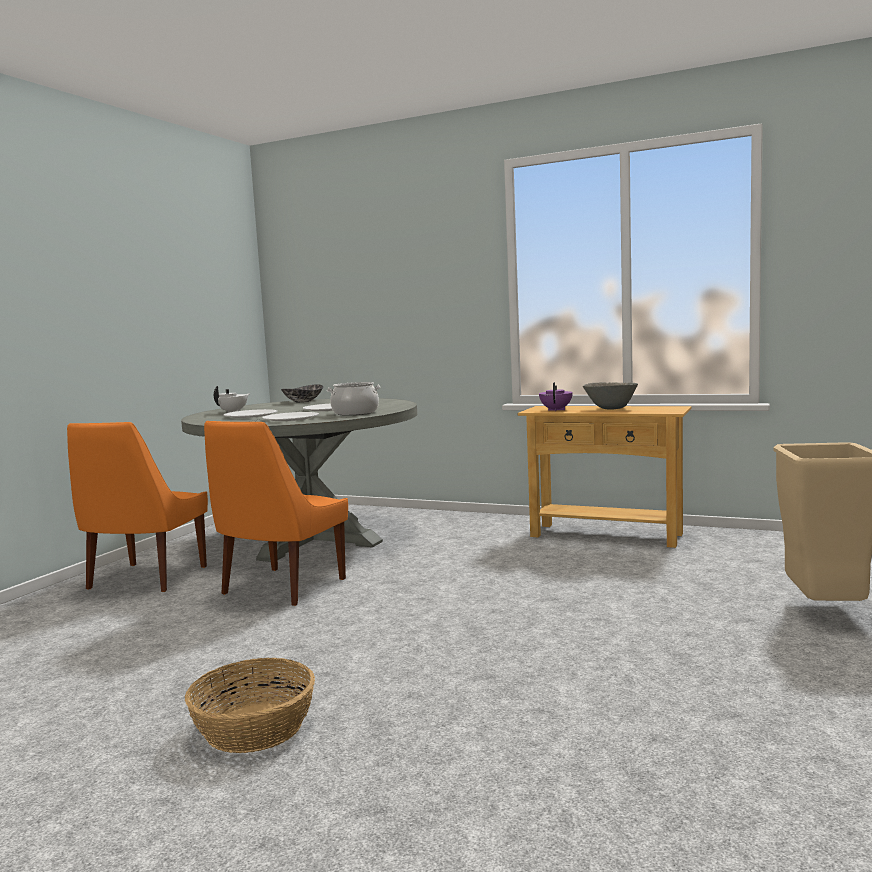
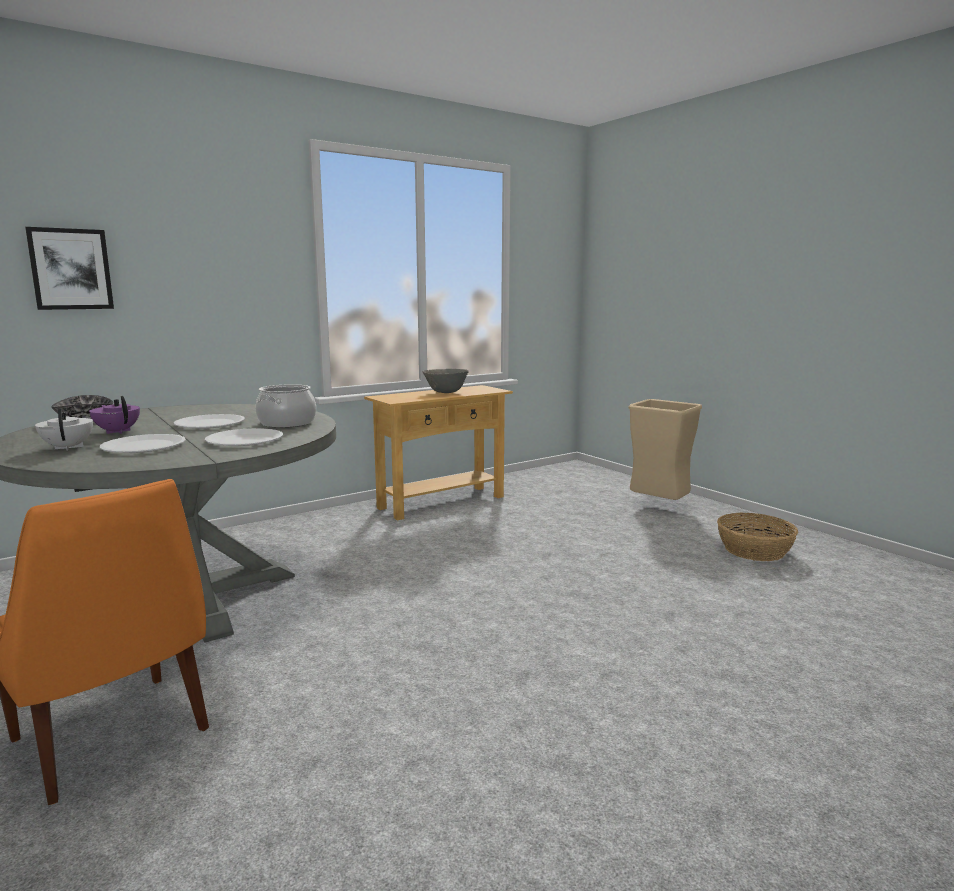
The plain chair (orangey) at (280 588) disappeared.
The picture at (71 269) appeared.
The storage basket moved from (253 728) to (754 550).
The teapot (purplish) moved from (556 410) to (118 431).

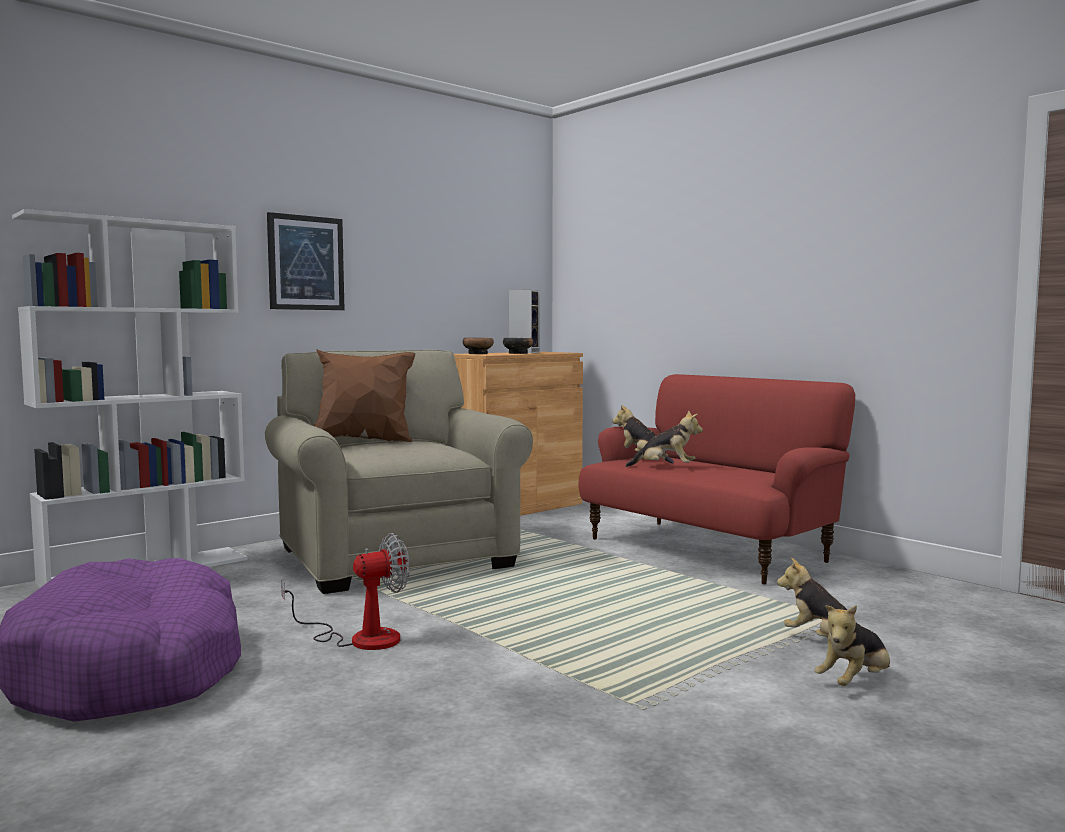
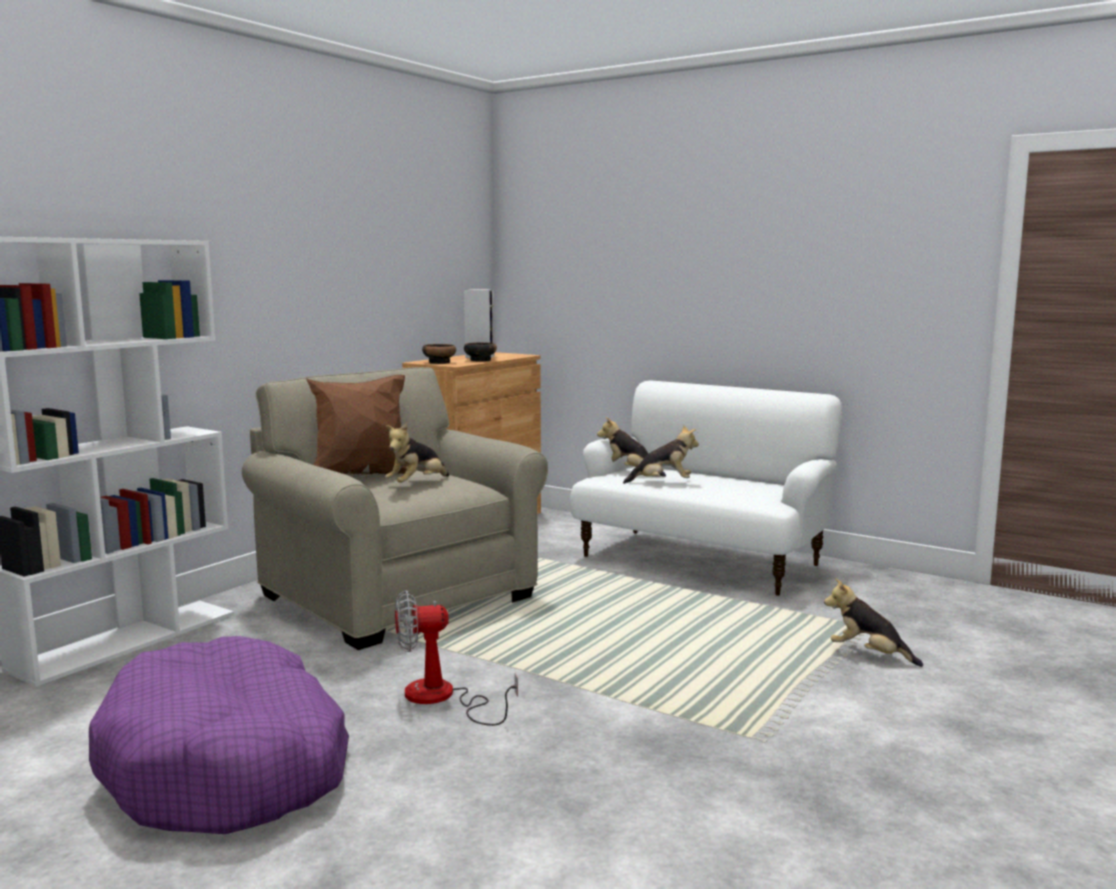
The picture at (306 263) disappeared.
The cuddly toy moved from (855 682) to (417 484).
The couch (red-coloured) at (707 549) became the couch (white-coloured) at (701 559).
The fan at (360 638) turned 150 degrees counterclockwise.

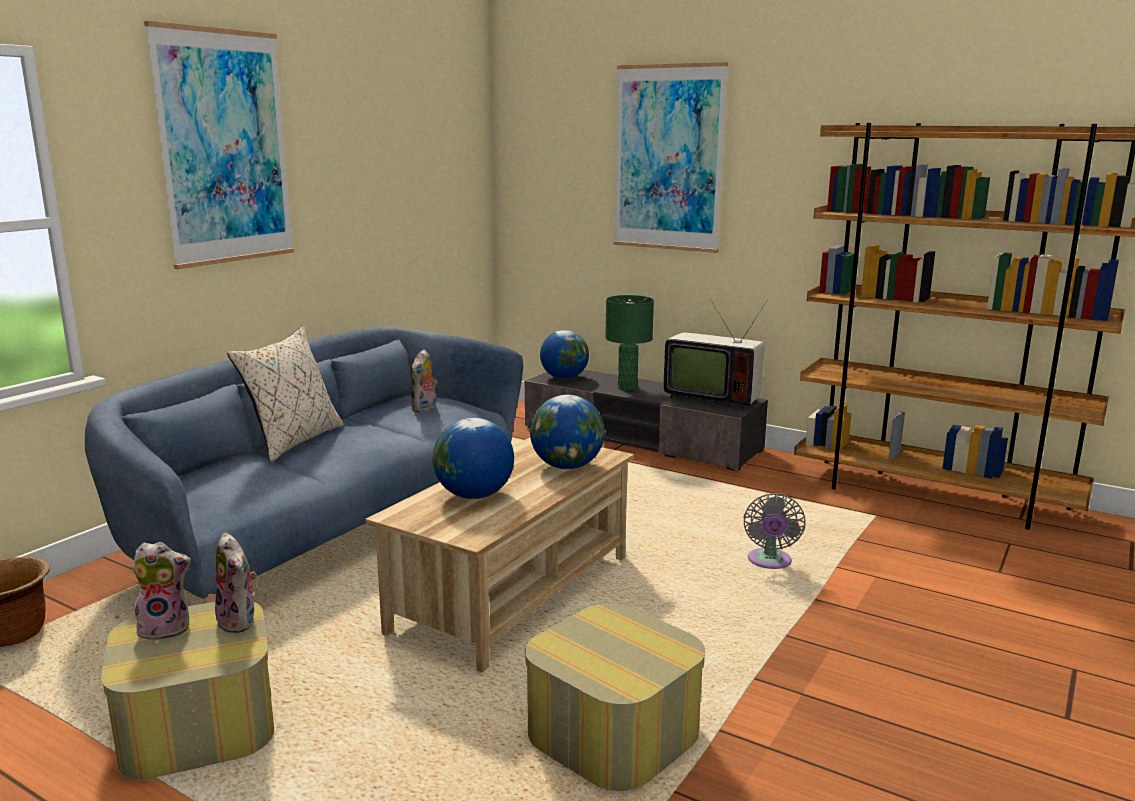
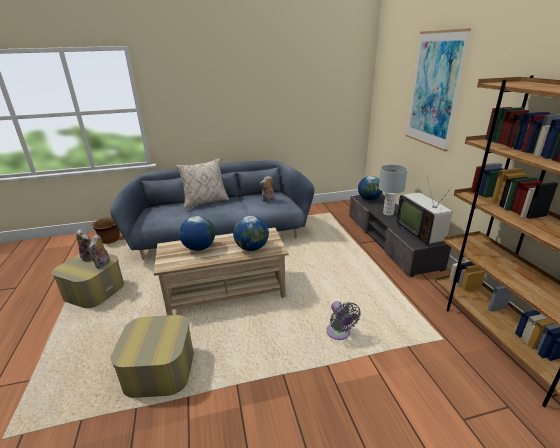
The picture at (224 148) disappeared.
The tabletop lamp (greenish) at (627 388) became the tabletop lamp (greyish) at (388 213).
The fan (greyish) at (769 563) turned 75 degrees counterclockwise.

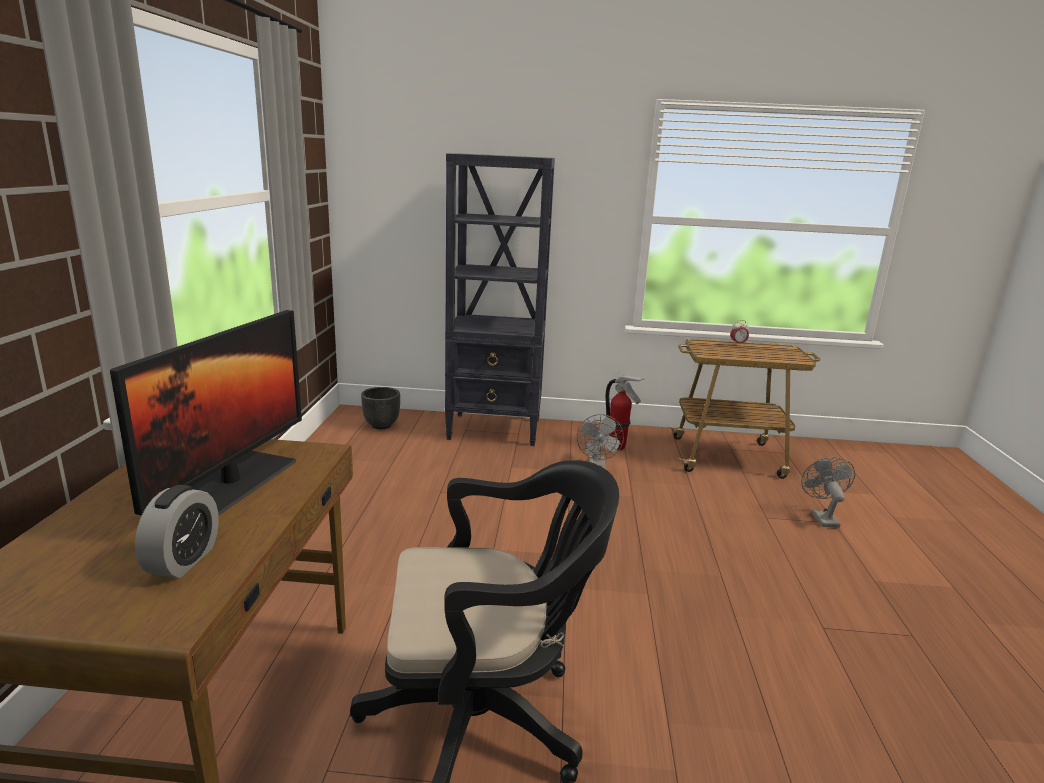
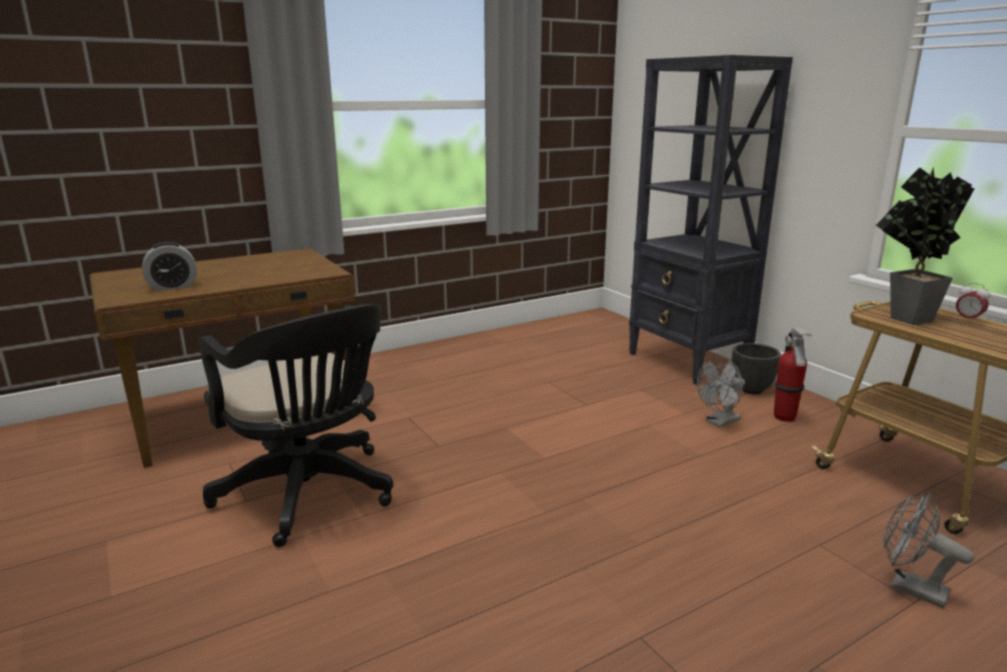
The monitor at (233 483) disappeared.
The houseplant at (904 319) appeared.
The plant pot (blackish) moved from (382 425) to (751 389).
The fan (greyish) at (822 517) turned 105 degrees counterclockwise.

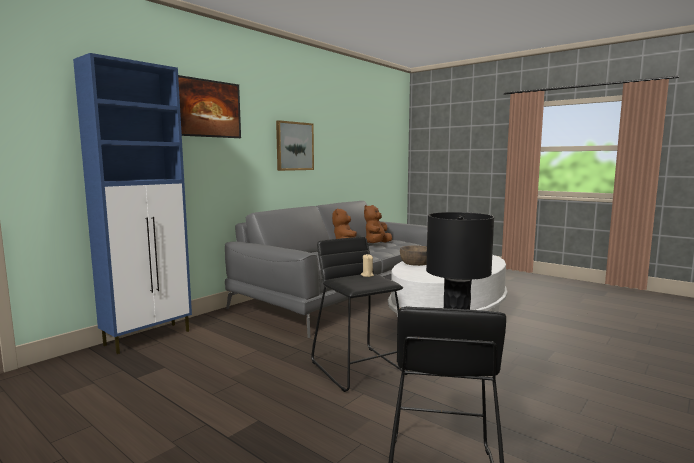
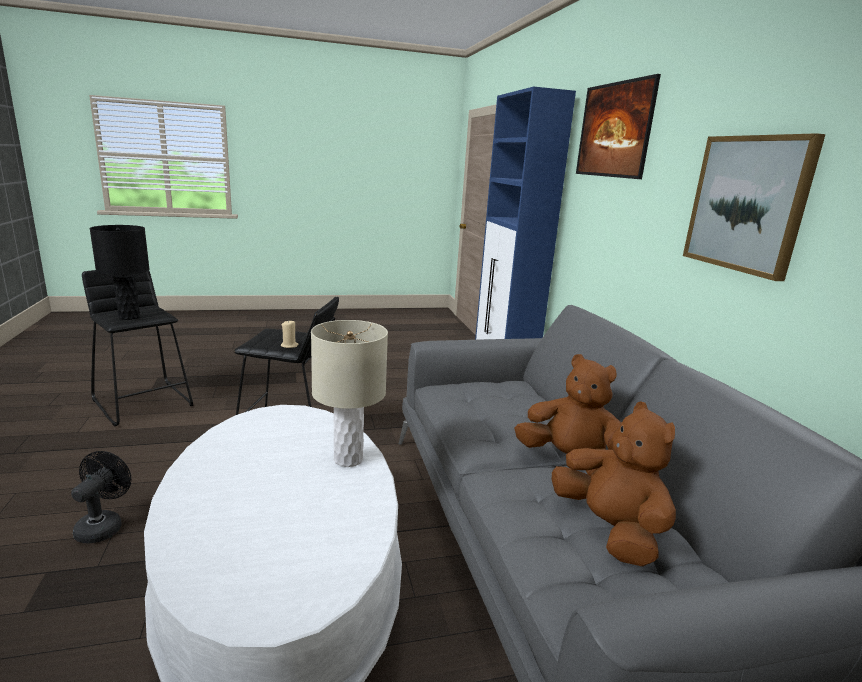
The fan (blackish) at (103 526) appeared.
The serving bowl (brown) at (416 262) was replaced by the tabletop lamp (beige) at (348 459).

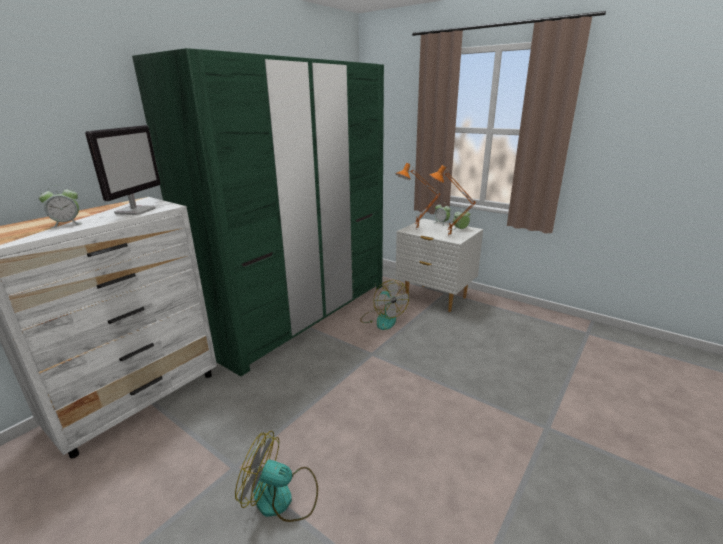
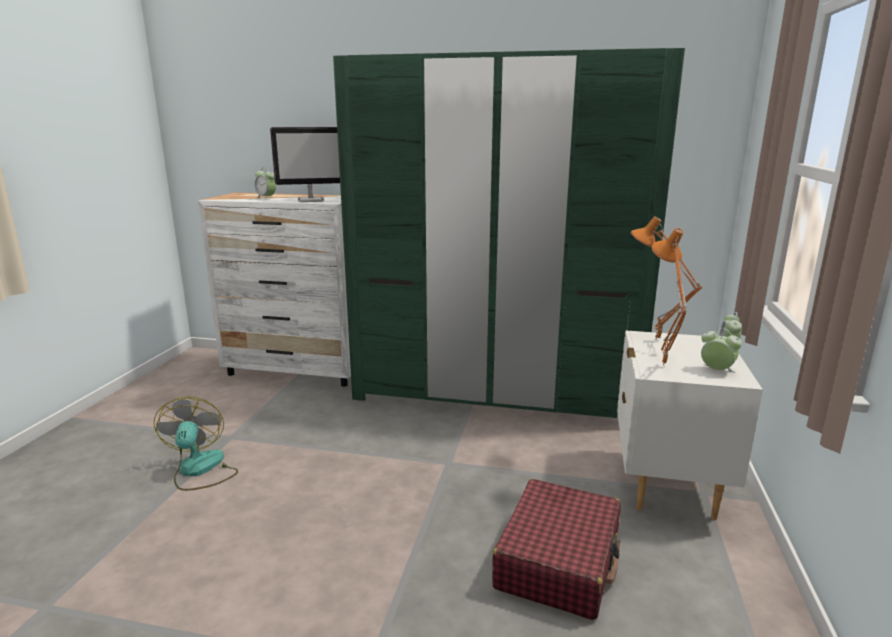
The fan at (383 319) disappeared.
The travel case (red-coloured) at (559 561) appeared.

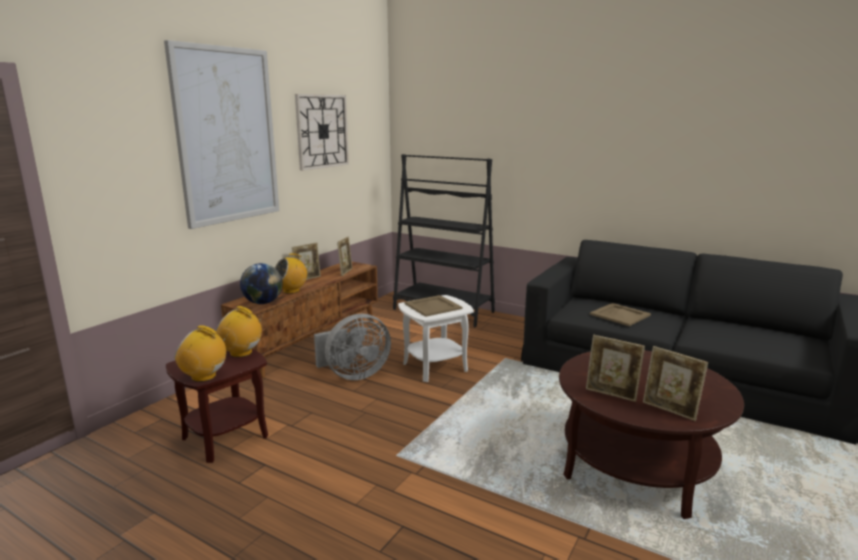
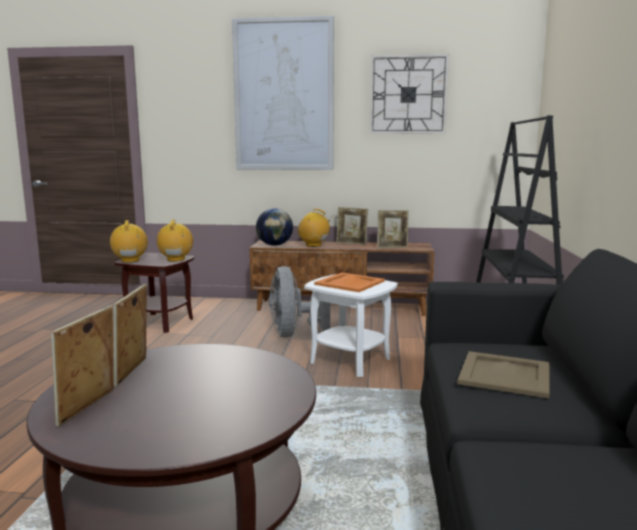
The serving tray (beige) at (433 306) became the serving tray (orangey) at (350 283).
The fan (greyish) at (353 375) turned 45 degrees clockwise.

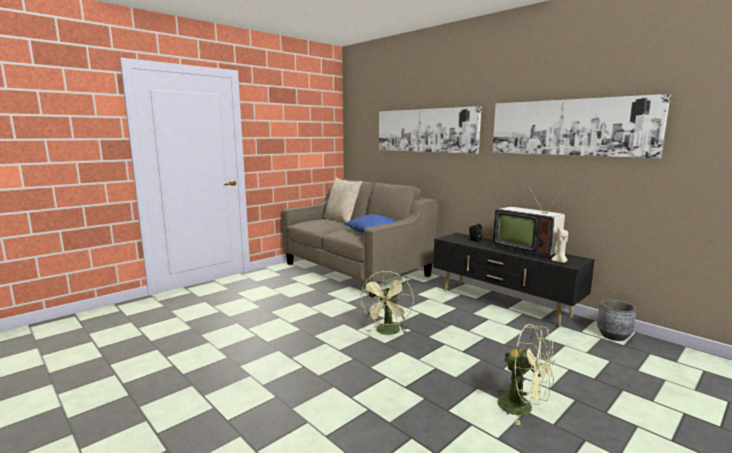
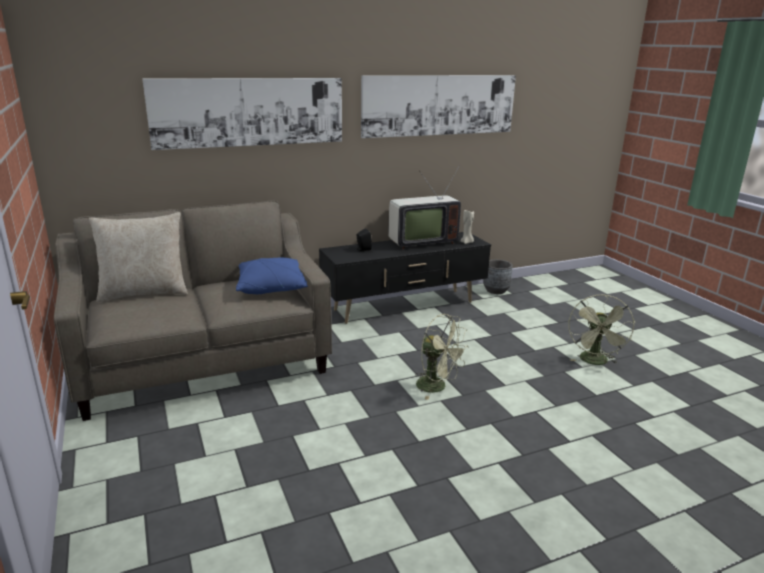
The fan (greenish) at (523 408) turned 135 degrees clockwise.

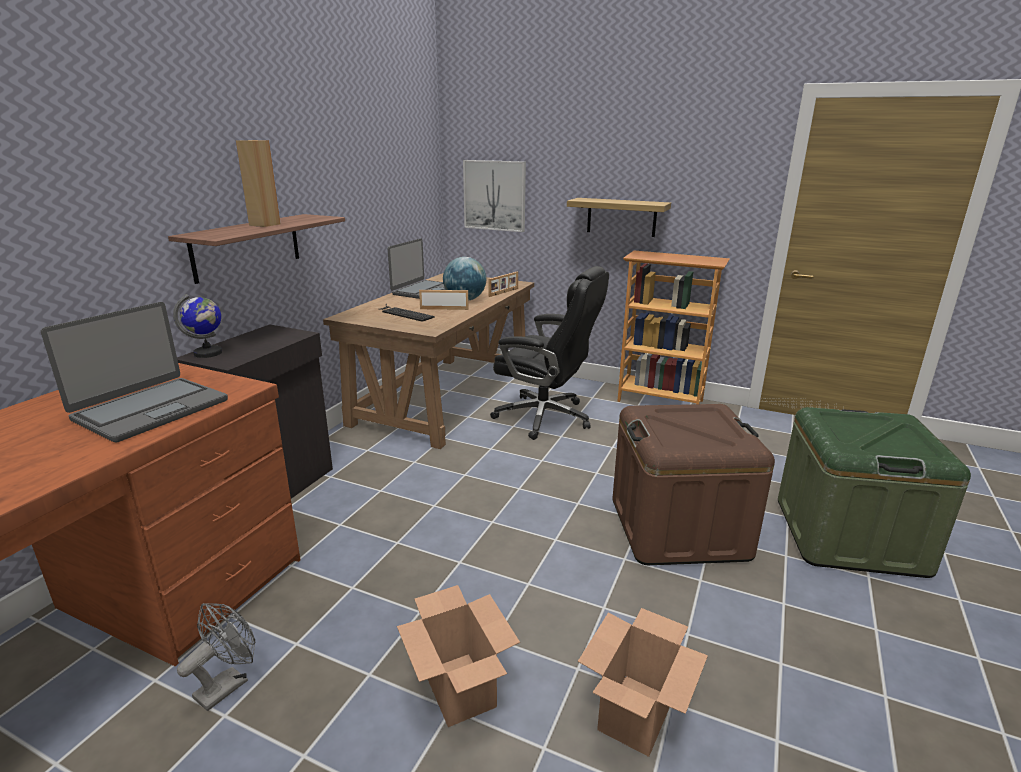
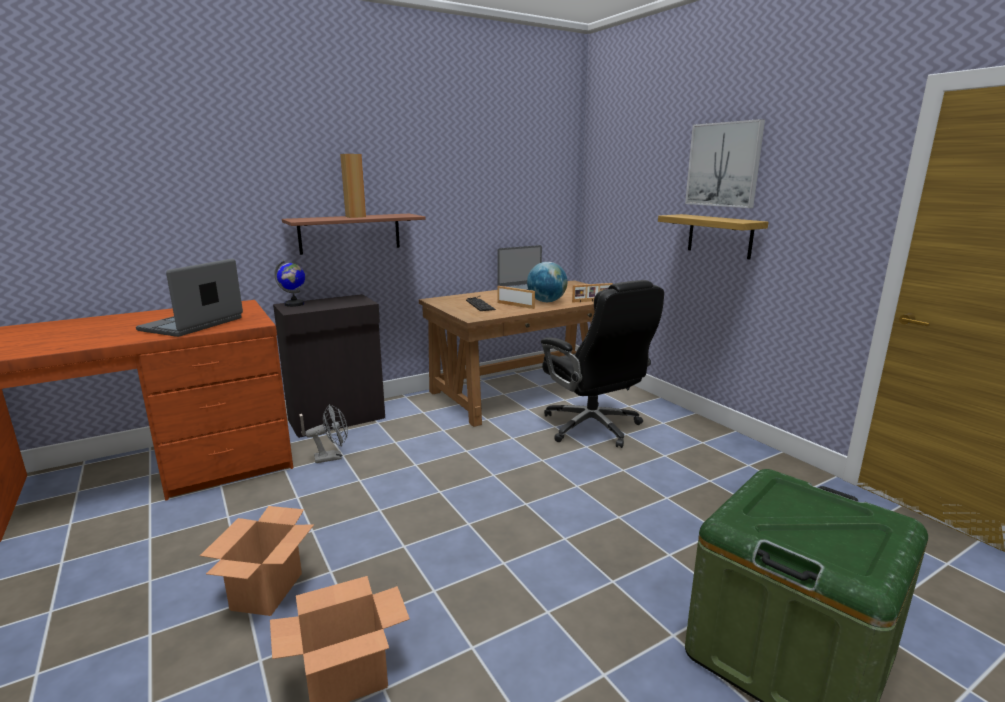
The storage container (brown) at (678 528) disappeared.
The bookshelf at (660 400) disappeared.
The fan (greyish) moved from (228 684) to (333 457).
The picture moved from (495 195) to (723 165).
The portable computer at (150 409) turned 135 degrees clockwise.

